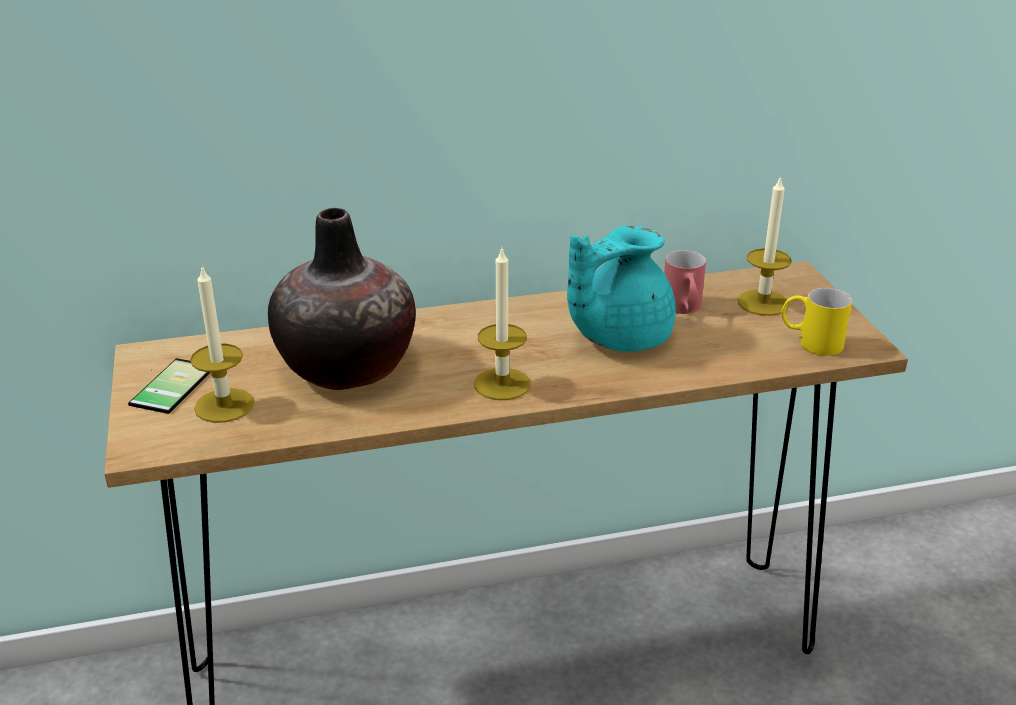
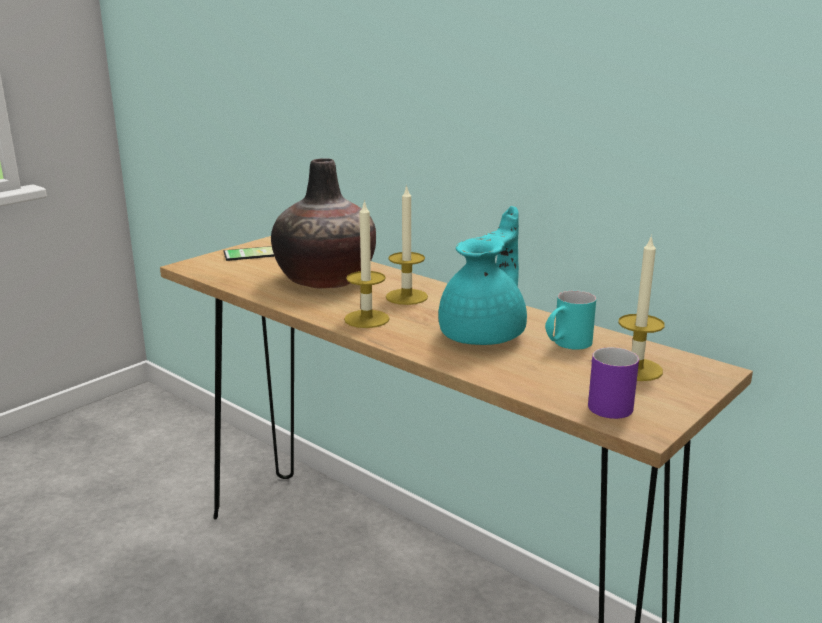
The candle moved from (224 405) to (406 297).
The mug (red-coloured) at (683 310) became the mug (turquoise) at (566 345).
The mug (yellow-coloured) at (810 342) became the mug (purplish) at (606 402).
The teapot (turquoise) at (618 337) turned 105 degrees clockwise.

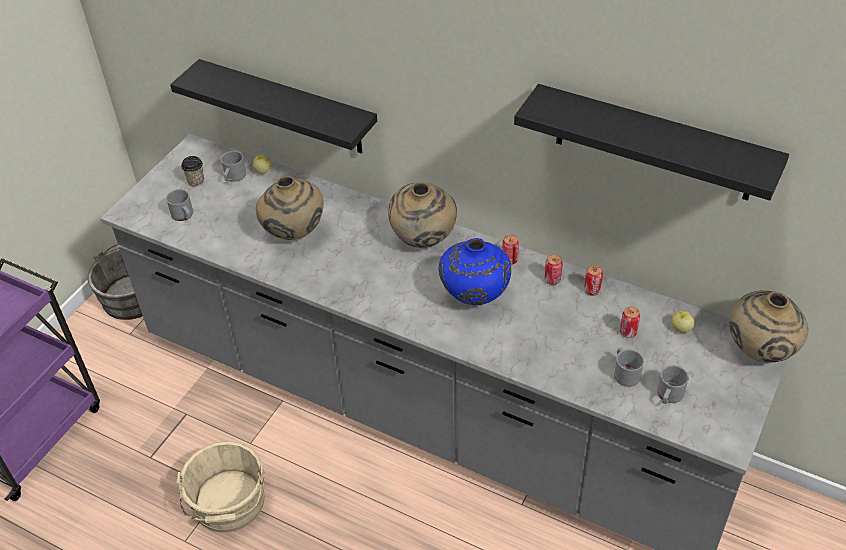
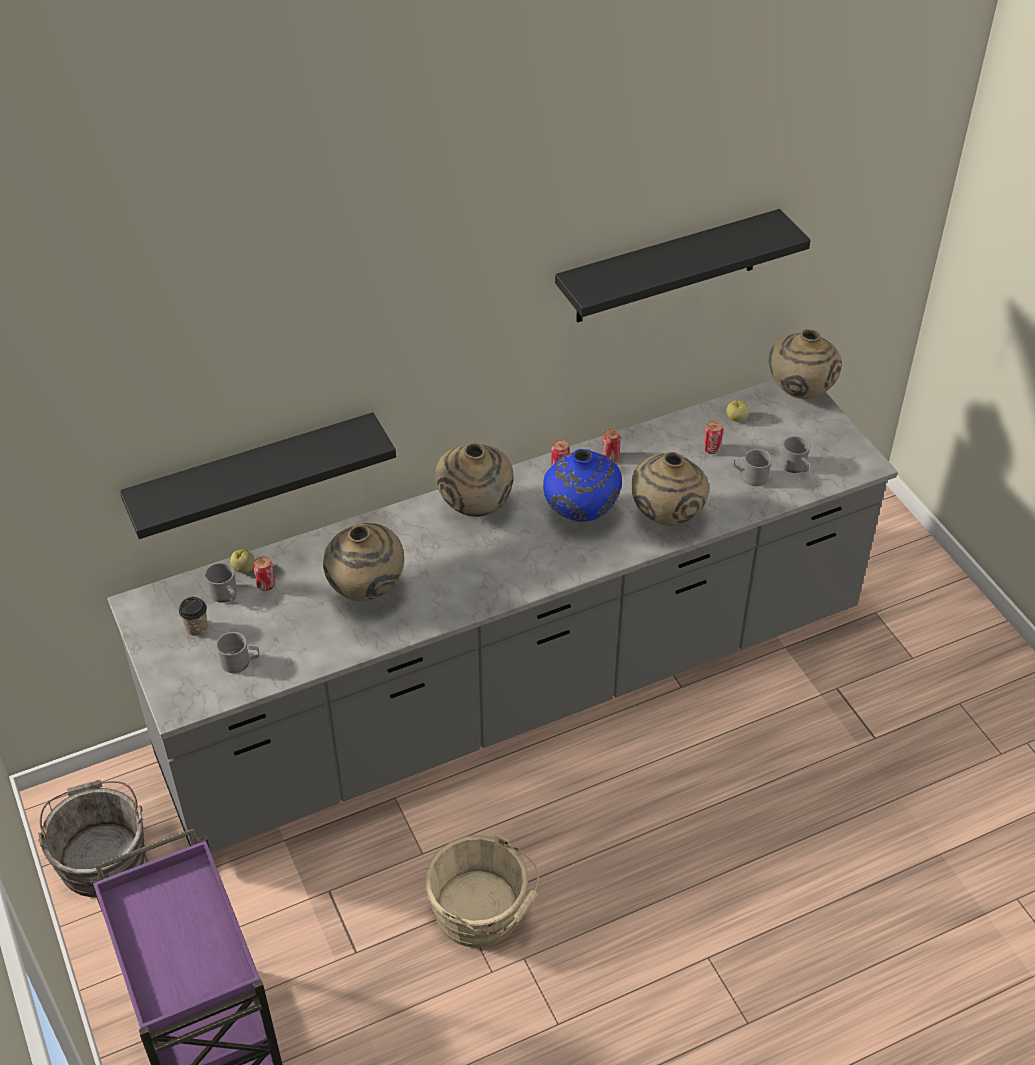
The decorative vase (beige) at (666 517) appeared.
The sealed can moved from (592 290) to (266 585).

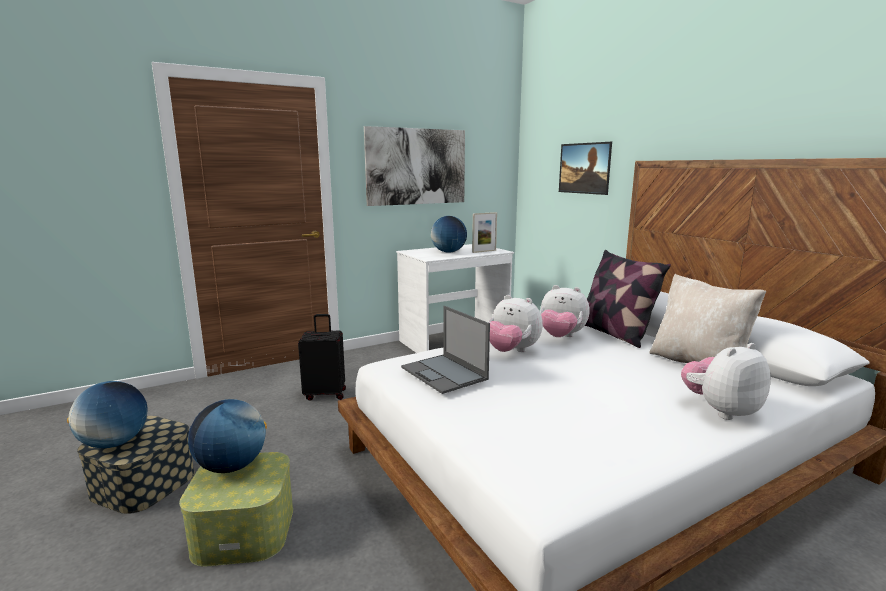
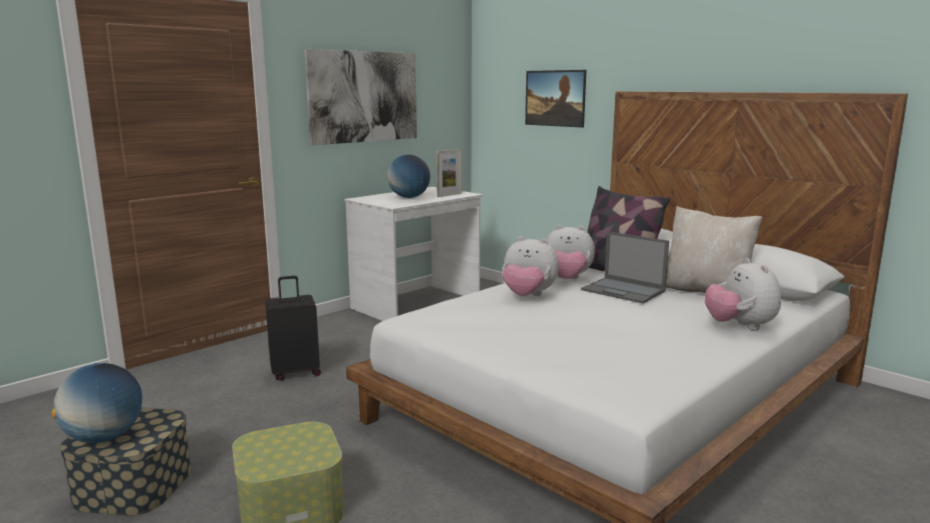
The world globe at (231 466) disappeared.
The portable computer moved from (444 373) to (624 291).
The cuddly toy at (721 410) turned 60 degrees counterclockwise.

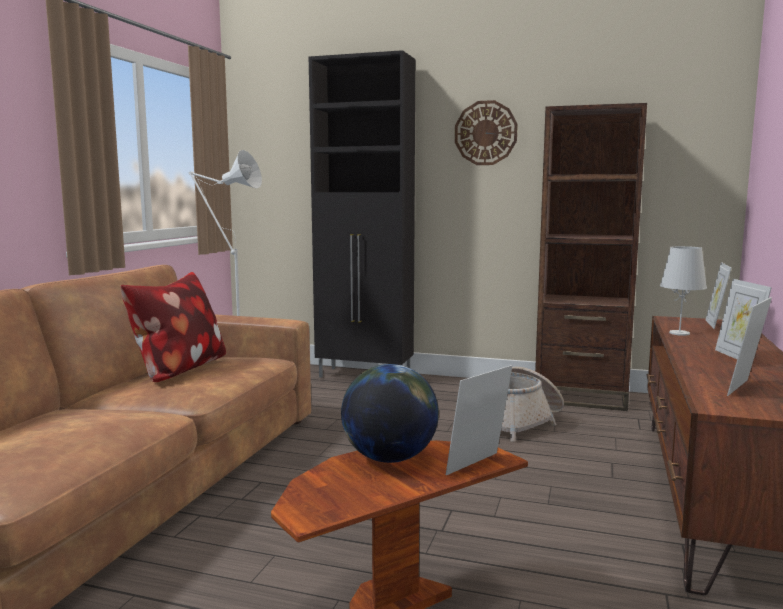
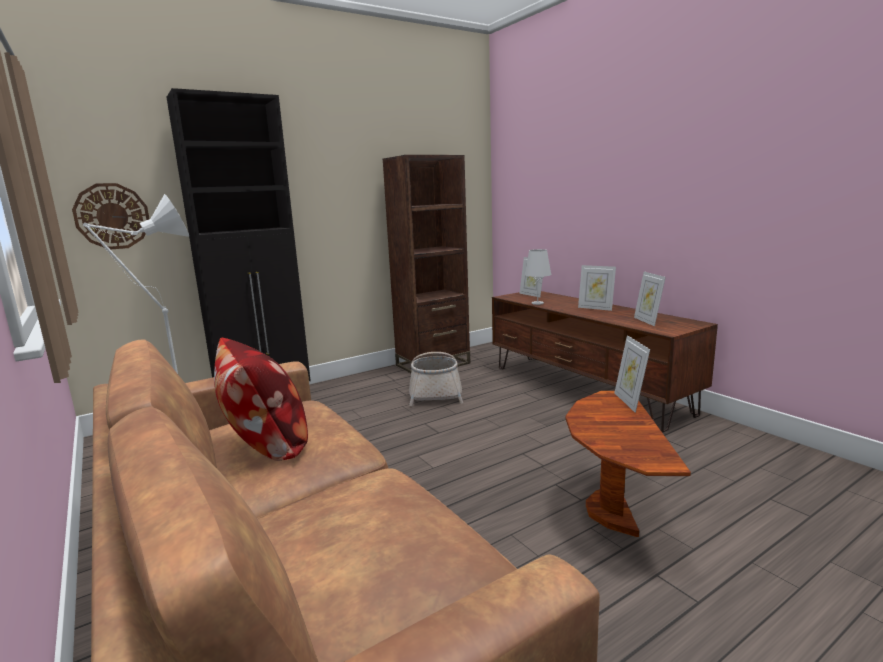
The world globe at (389 458) disappeared.
The clock on the wall moved from (485 133) to (112 216).

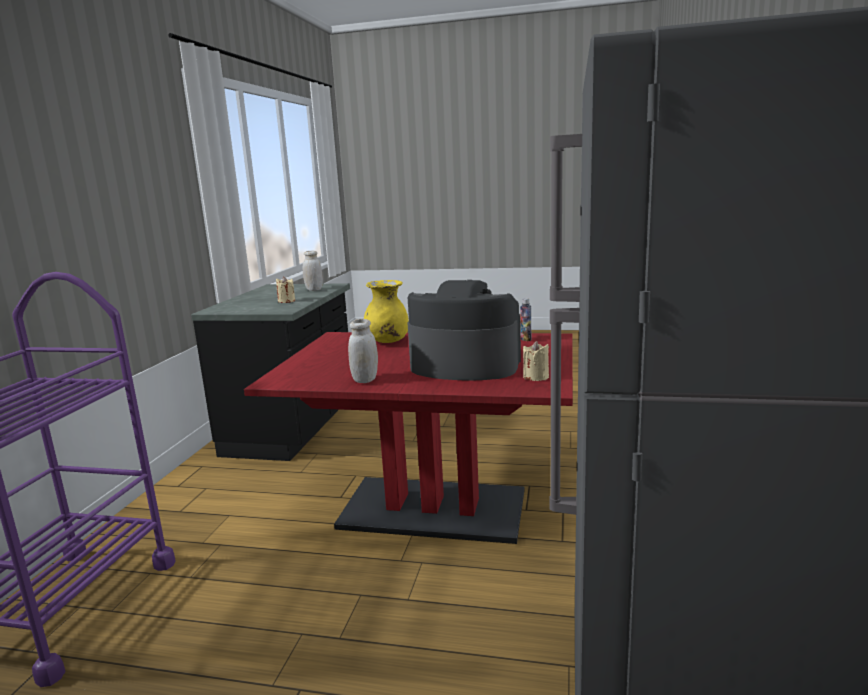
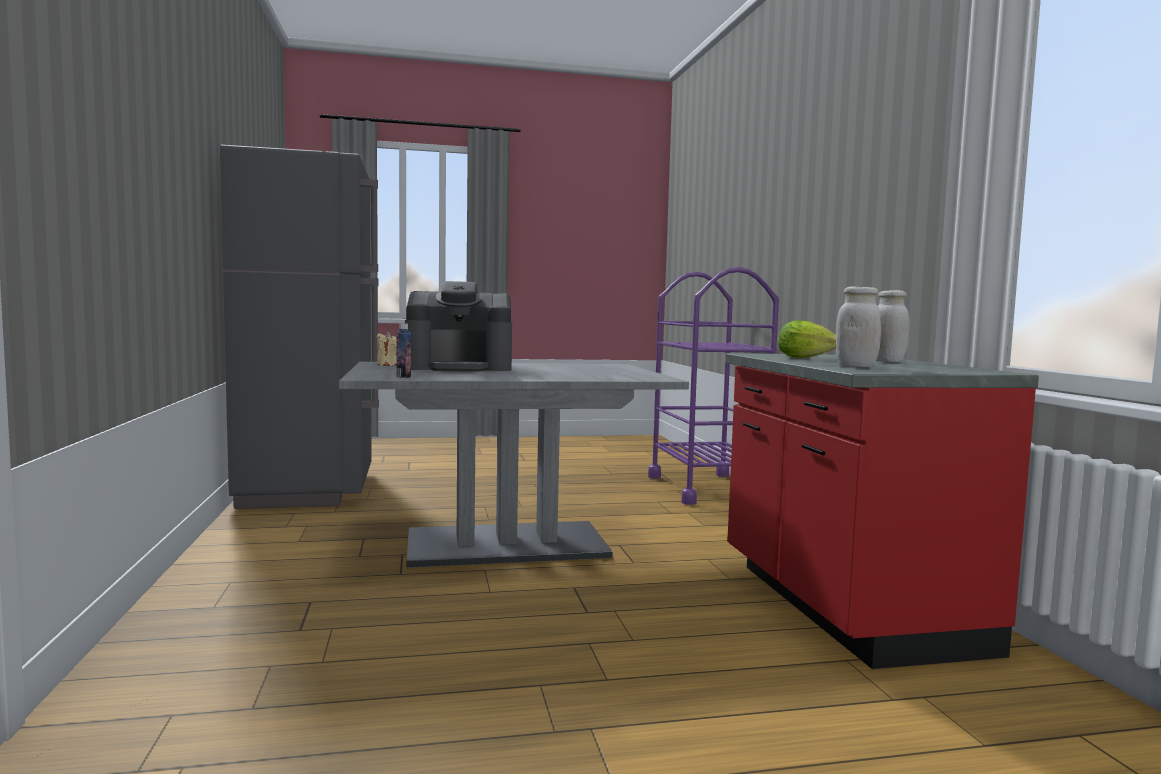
The decorative vase (yellow-coloured) at (387 342) disappeared.
The preserve jar (white-coloured) moved from (365 380) to (887 361).
The candle (beige) at (286 301) was replaced by the head of lettuce at (808 358).
The kitchen counter (blackish) at (294 429) became the kitchen counter (red-coloured) at (844 607).
The dinner table (red-coloured) at (433 509) became the dinner table (greyish) at (506 545).

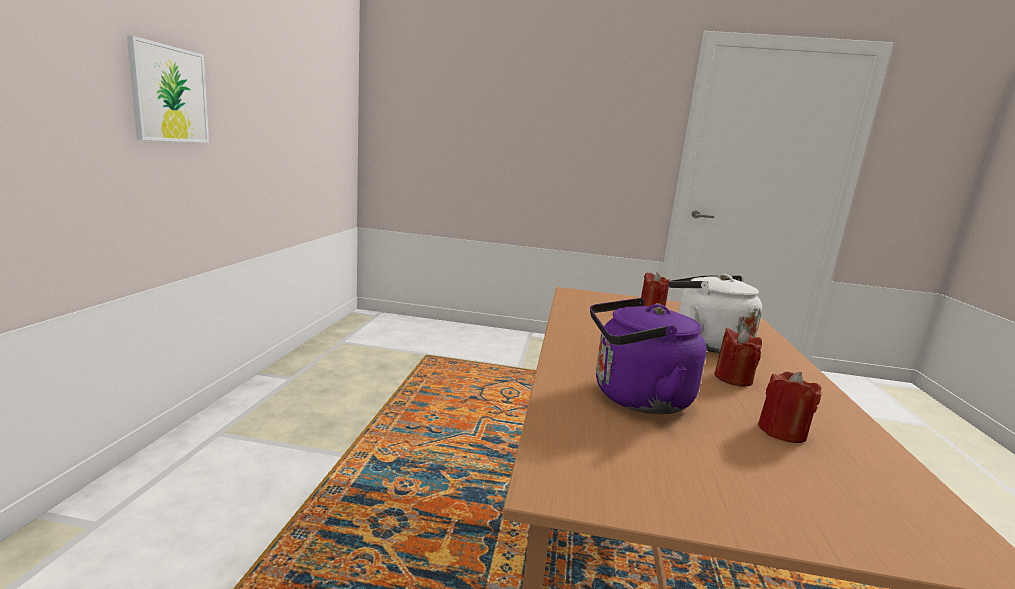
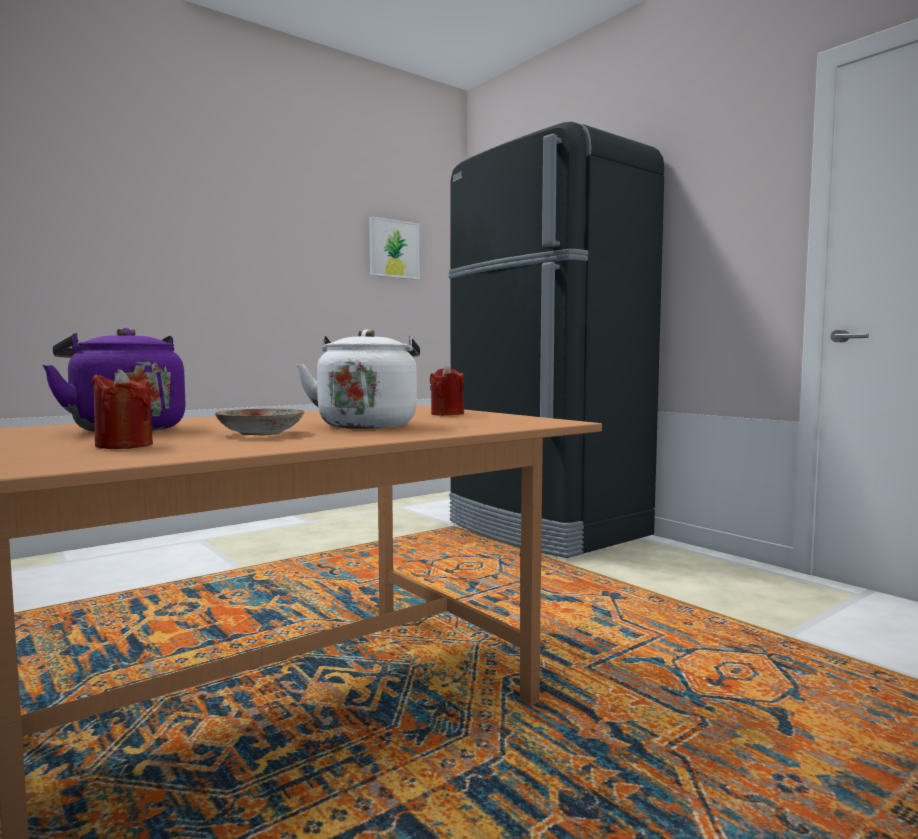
The kitchen fridge (blackish) at (545 529) appeared.
The picture moved from (169 94) to (394 249).
The candle (red-coloured) at (733 378) was replaced by the plate at (259 433).

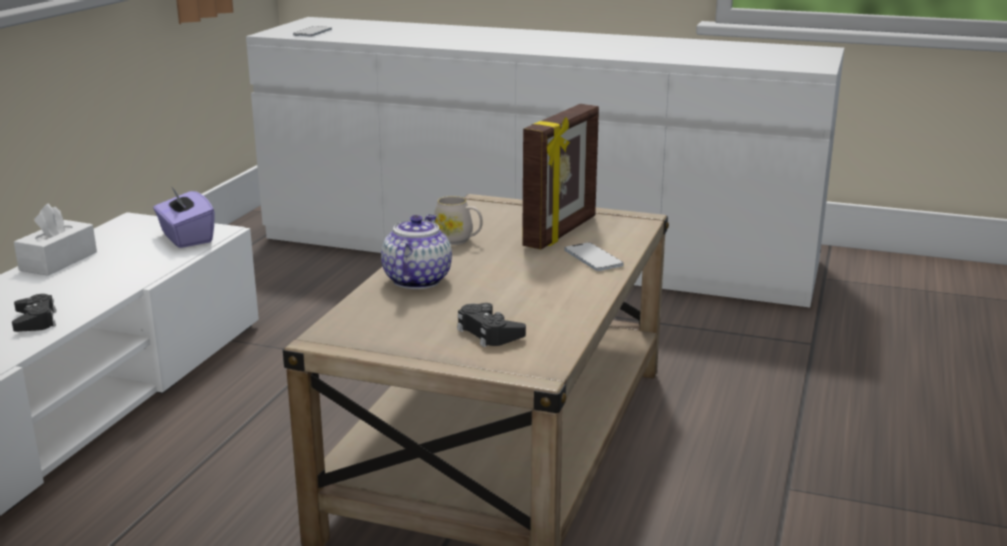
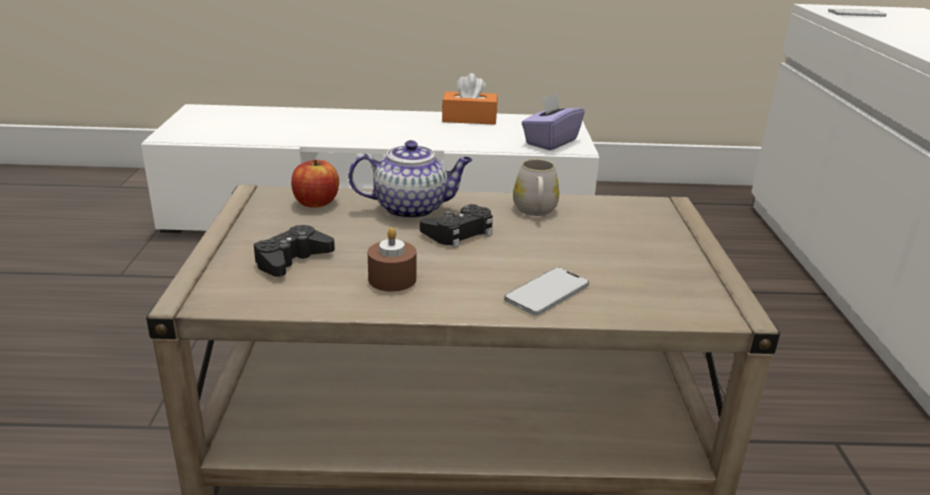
The photo frame at (562 232) disappeared.
The apple at (316 202) appeared.
The candle (brown) at (392 279) appeared.
The joypad (blackish) moved from (35 320) to (459 232).
The tissue box (white-coloured) at (58 261) became the tissue box (orangey) at (469 119).

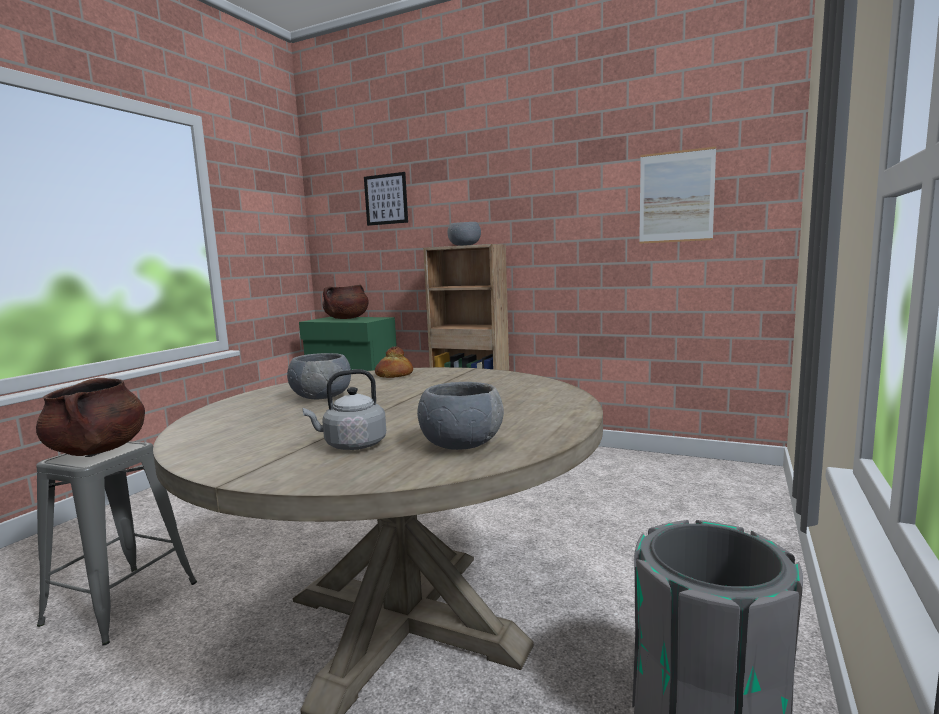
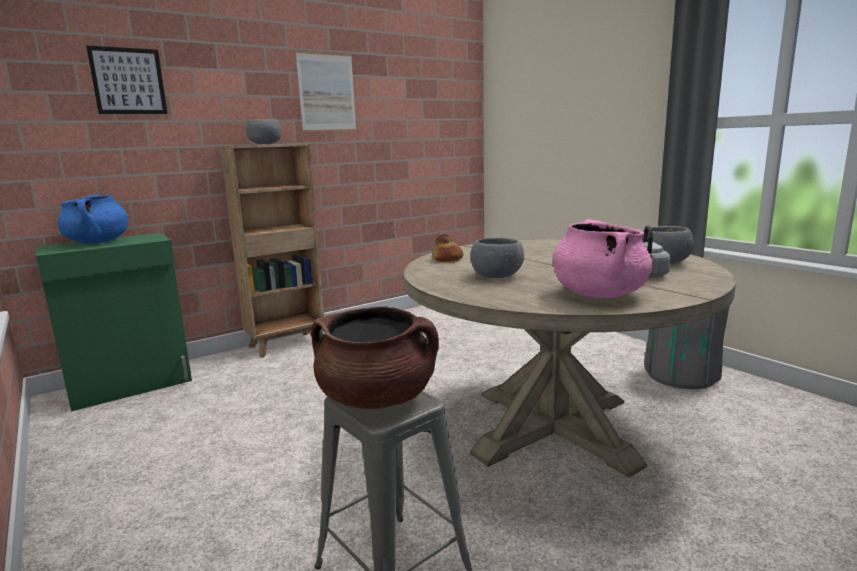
The cooking pot (pink-coloured) at (598 294) appeared.
The picture moved from (676 197) to (327 92).
The cooking pot (brown) at (346 318) became the cooking pot (blue-coloured) at (98 242).

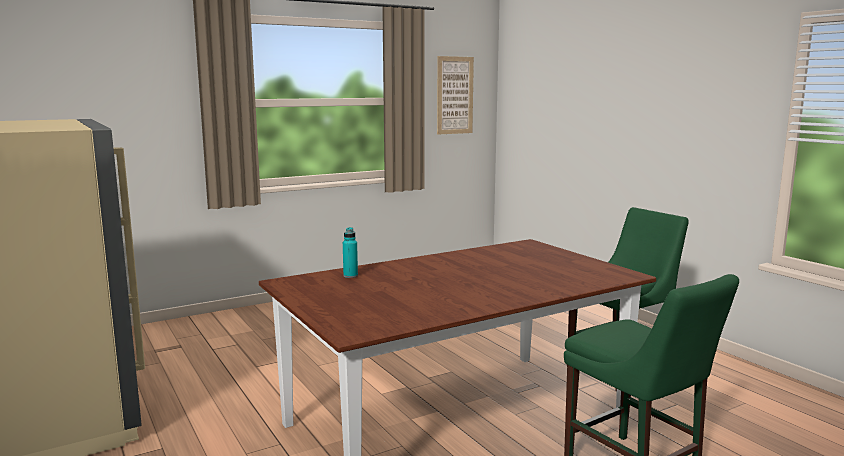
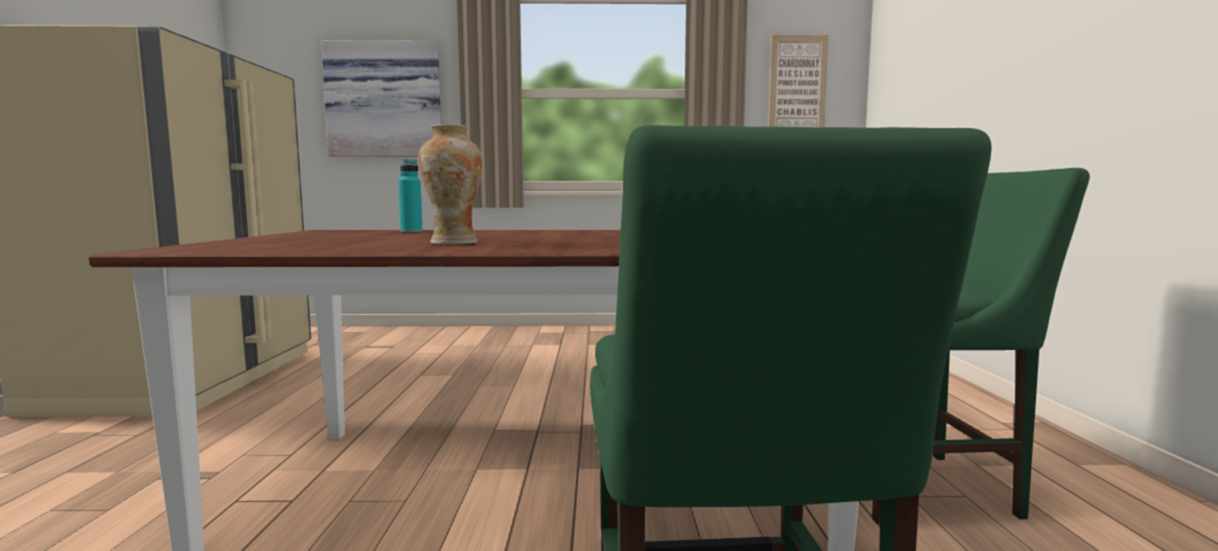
The picture at (385 100) appeared.
The decorative vase at (454 243) appeared.

